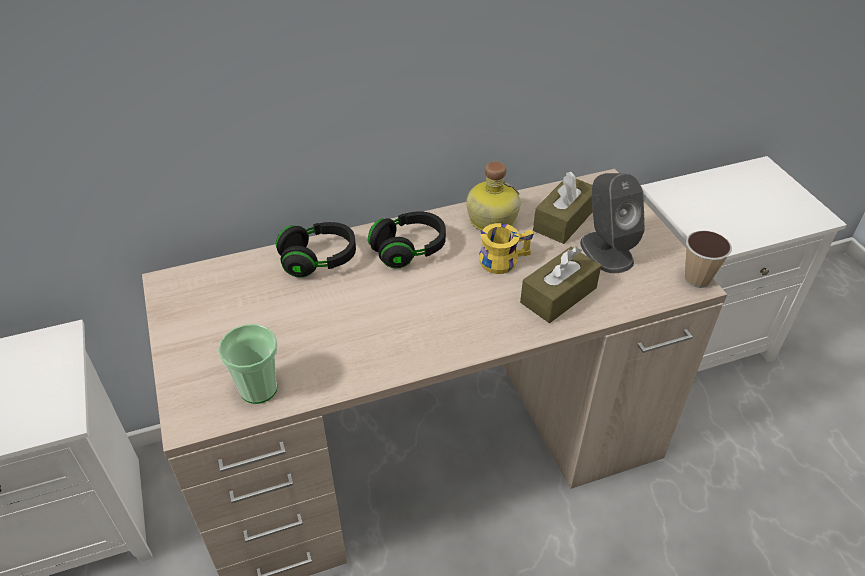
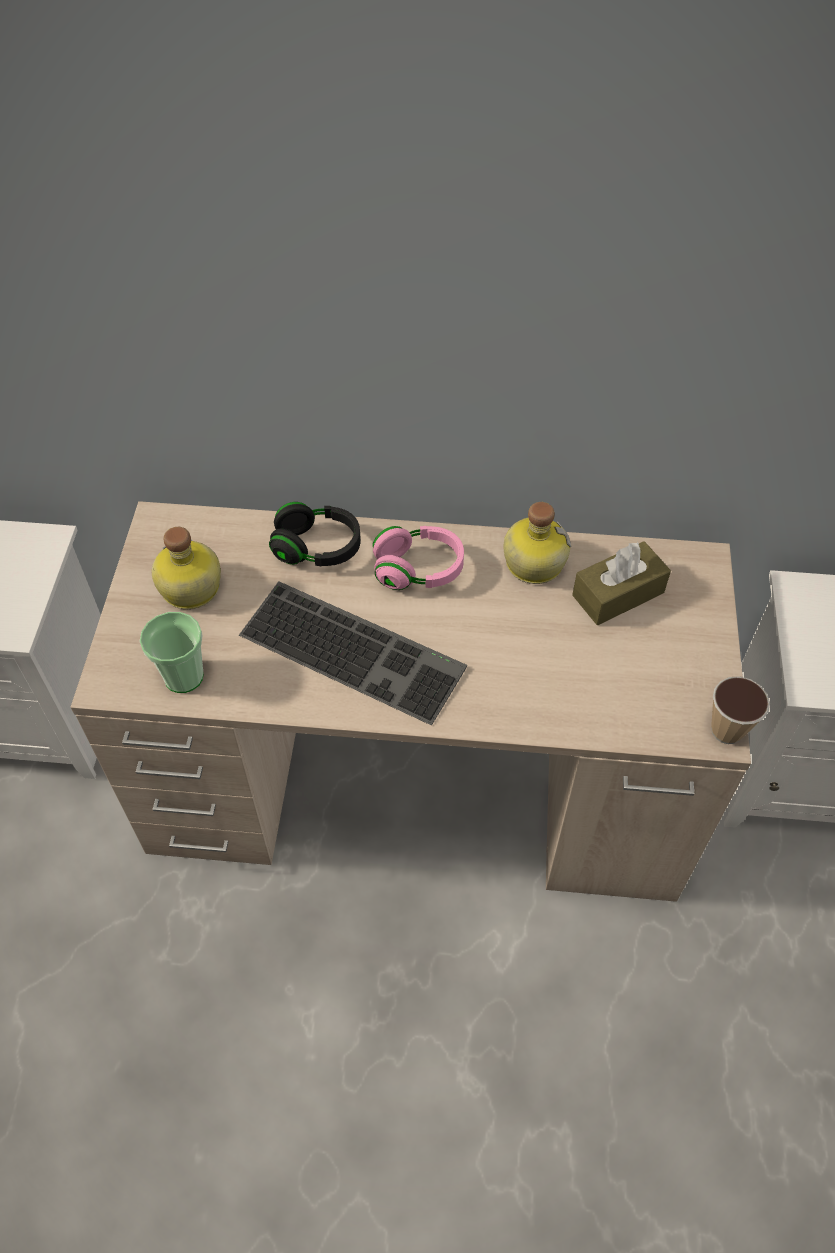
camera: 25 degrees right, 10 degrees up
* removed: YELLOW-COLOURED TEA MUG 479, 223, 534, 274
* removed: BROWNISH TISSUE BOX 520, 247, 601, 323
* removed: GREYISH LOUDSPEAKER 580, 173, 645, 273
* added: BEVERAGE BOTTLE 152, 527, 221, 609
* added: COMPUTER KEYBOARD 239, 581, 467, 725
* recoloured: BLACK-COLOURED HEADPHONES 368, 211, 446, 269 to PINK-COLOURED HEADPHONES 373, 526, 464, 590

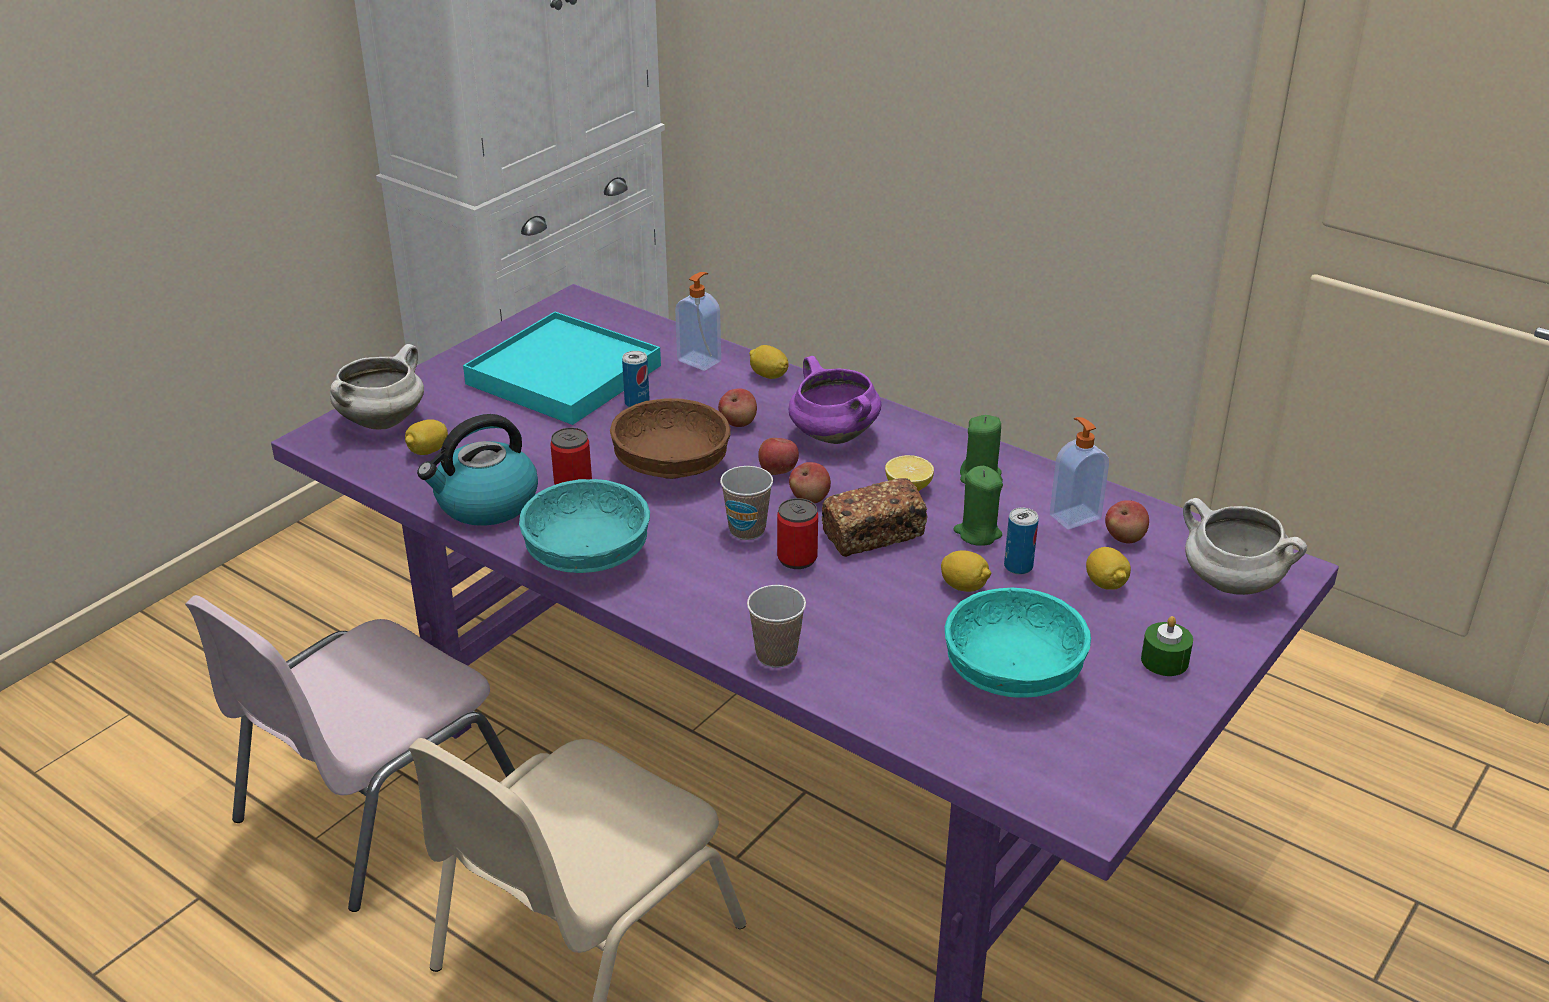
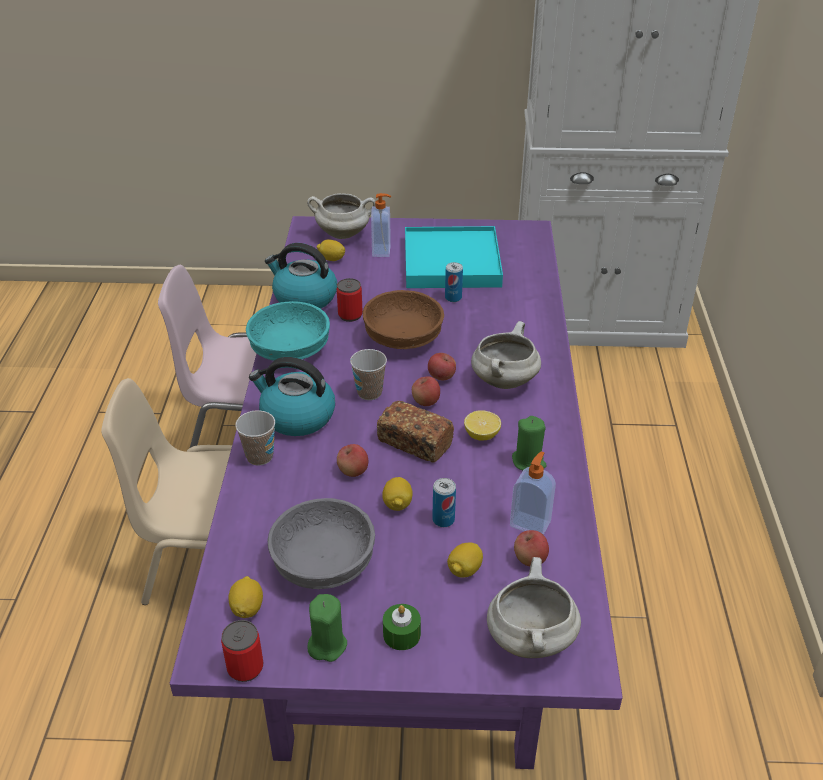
camera: 55 degrees right, 5 degrees up
* added: TEA KETTLE 249, 357, 335, 436
* moved: LIQUID SOAP BOTTLE 675, 272, 721, 371 to 371, 193, 391, 257
* moved: APPLE 718, 388, 757, 427 to 337, 444, 368, 477
* moved: CITRUS FRUIT 749, 345, 789, 379 to 228, 576, 263, 618
* moved: CAN 777, 498, 818, 569 to 221, 620, 263, 682
* moved: GREEN WAX LIGHT 954, 466, 1003, 546 to 307, 594, 347, 662
* recoloured: PURPLE-COLOURED STOCKPOT 789, 356, 881, 444 to WHITE STOCKPOT 471, 321, 541, 389
* recoloured: TURQUOISE-COLOURED BOWL 945, 587, 1091, 697 to GREYISH BOWL 267, 498, 375, 589

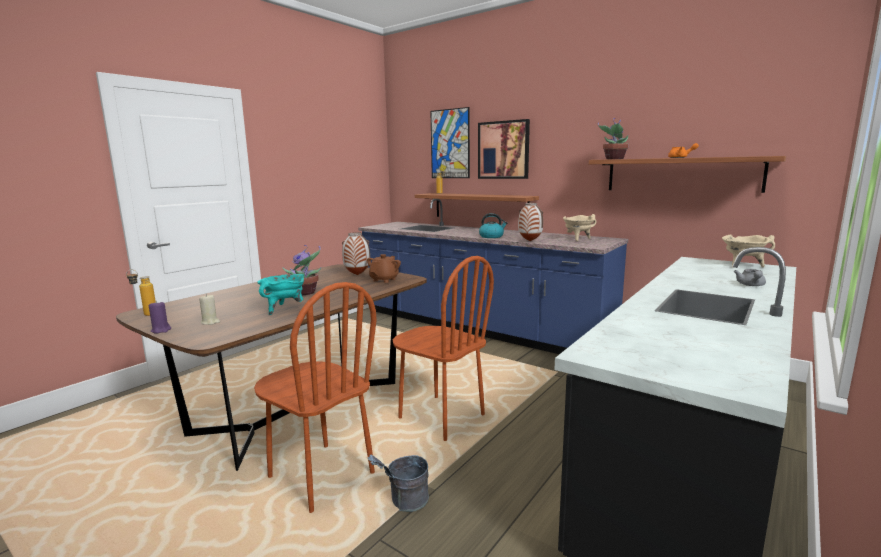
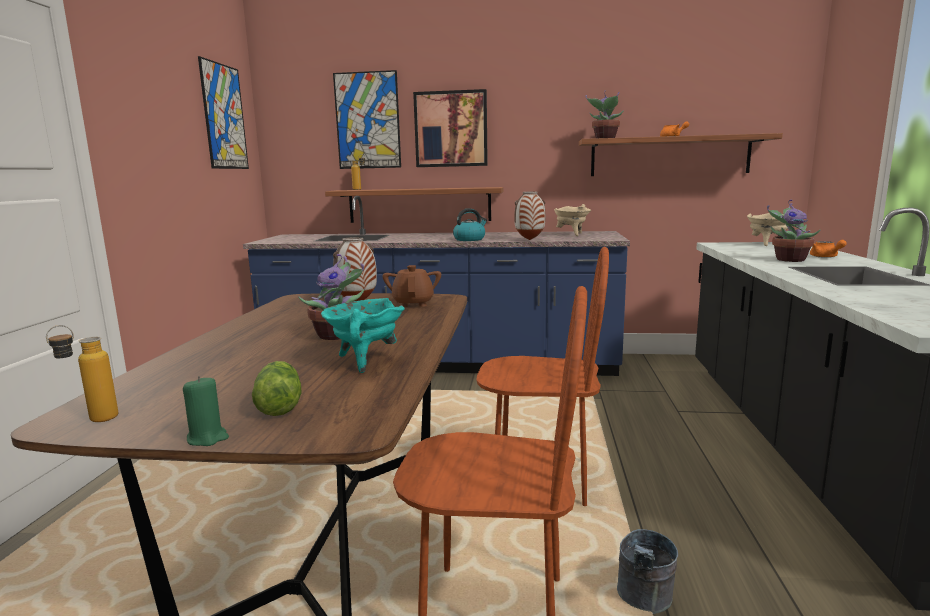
camera: 30 degrees left, 0 degrees up
* added: PICTURE 198, 56, 249, 169
* added: POTTED PLANT 767, 200, 821, 262
* replaced: BEIGE WAX LIGHT 199, 294, 220, 325 to HEAD OF LETTUCE 252, 361, 302, 416
* recoloured: PURPLE-COLOURED WAX LIGHT 149, 301, 171, 334 to GREEN WAX LIGHT 183, 376, 229, 446
* recoloured: GREYISH TEAPOT 734, 269, 766, 286 to ORANGEY TEAPOT 810, 240, 847, 258

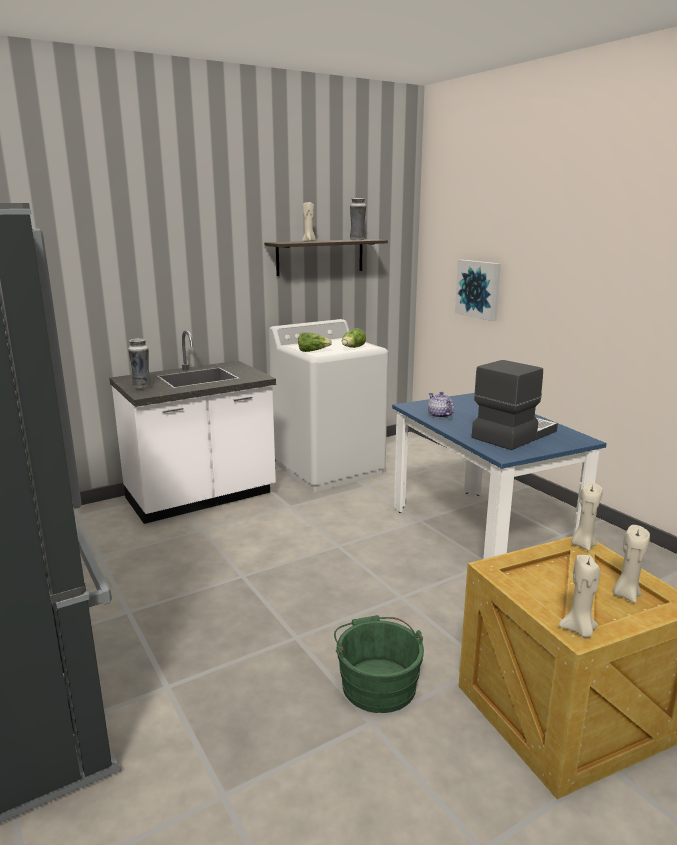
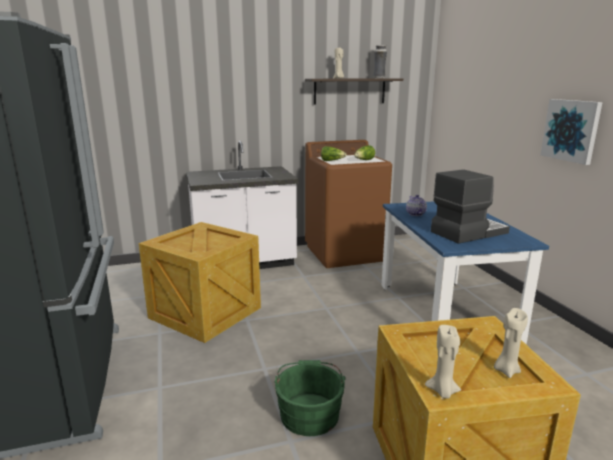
camera: 15 degrees right, 0 degrees up
* removed: DECORATIVE VASE 128, 338, 152, 389
* removed: BEIGE WAX LIGHT 571, 482, 603, 551
* added: SHIPPING CRATE 139, 222, 261, 343
* moved: PICTURE 455, 260, 501, 321 to 540, 99, 603, 165
* recoloured: WHITE LAUNDRY MACHINE 269, 319, 389, 492 to BROWNISH LAUNDRY MACHINE 305, 140, 392, 268

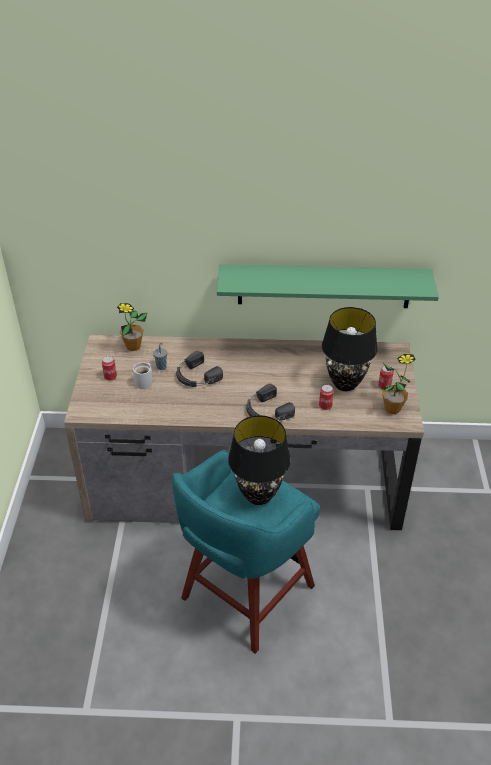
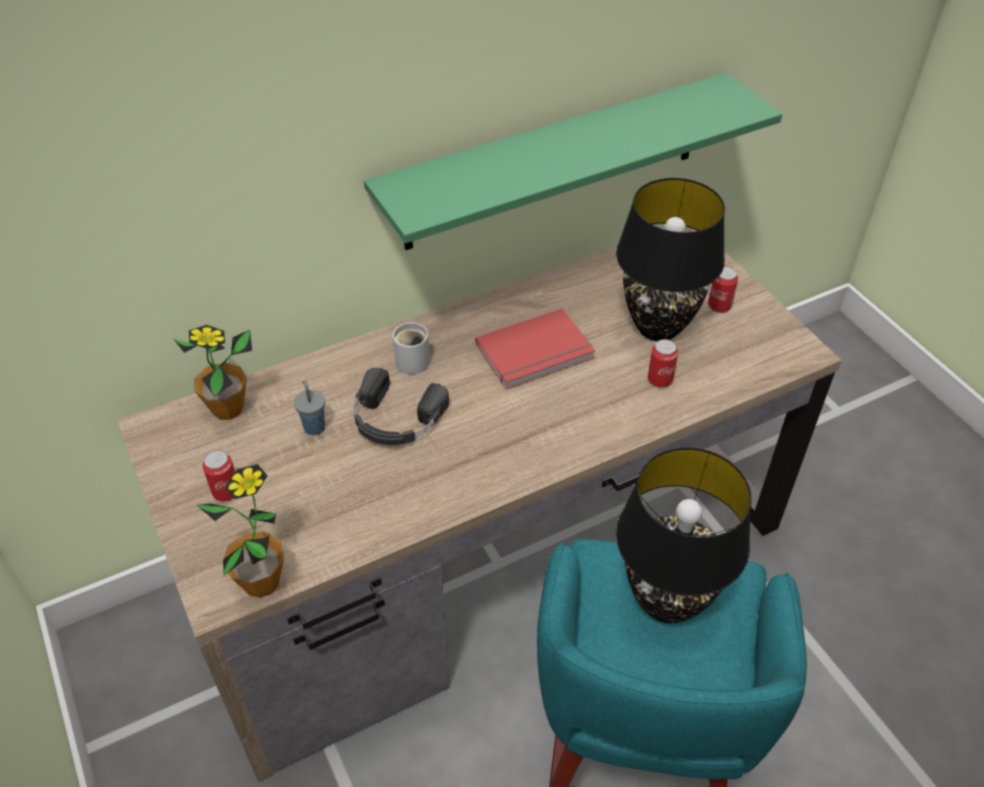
camera: 30 degrees left, 5 degrees up
* removed: BLACK-COLOURED HEADPHONES 246, 384, 295, 421
* added: RED-COLOURED VOLUME 475, 308, 595, 389
* moved: WHITE TEA MUG 133, 362, 153, 389 to 393, 322, 430, 374
* moved: POTTED PLANT 382, 354, 416, 414 to 197, 464, 284, 598

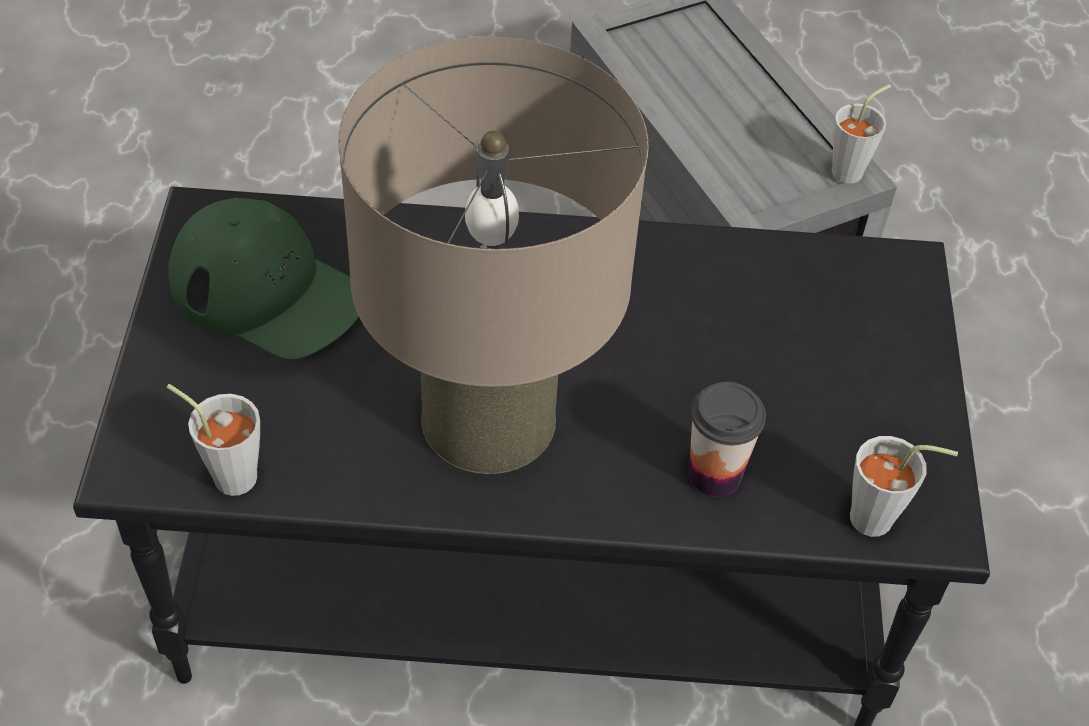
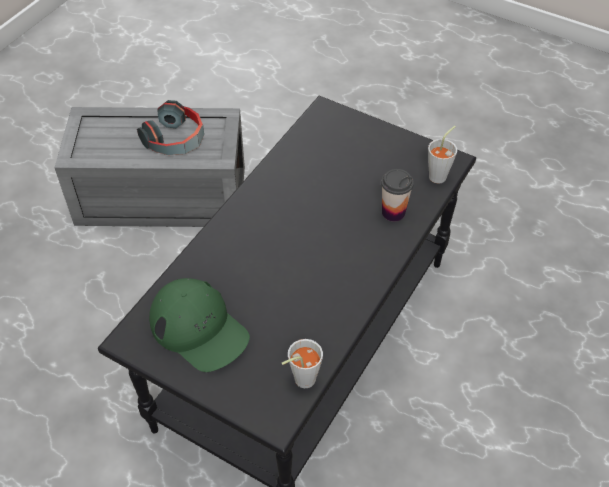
camera: 60 degrees left, 0 degrees up
* removed: BEIGE LAMP FOR A TABLE 338, 37, 649, 474
* removed: GREYISH DRINKING CUP 832, 84, 891, 184
* added: HEADPHONES 137, 100, 204, 155
* turned: GREEN PEAKED CAP 168, 198, 359, 359 = 149, 278, 250, 372 75 degrees clockwise

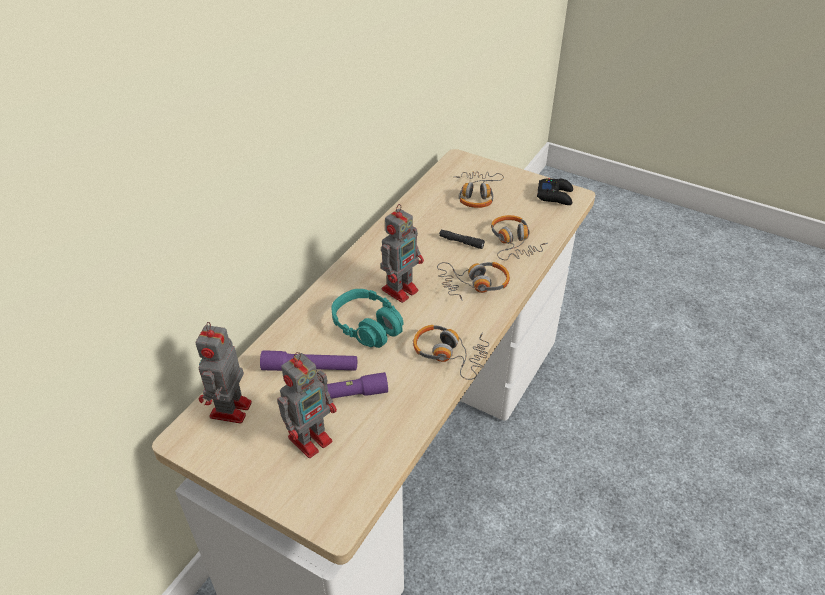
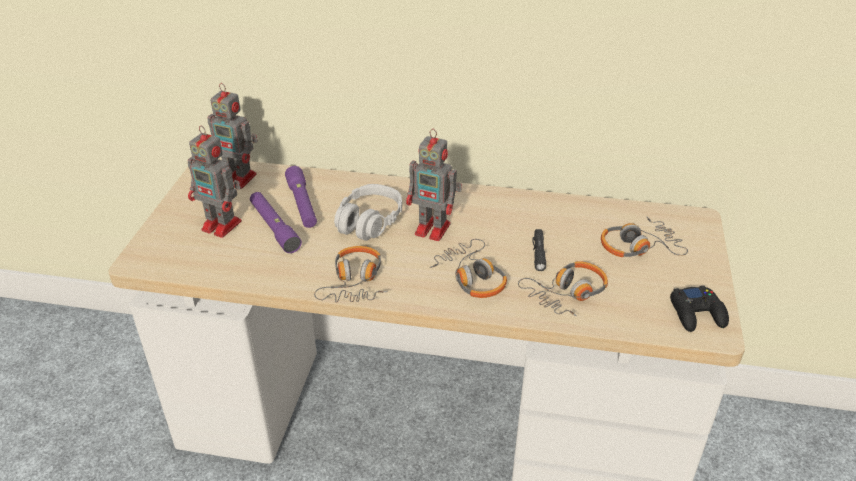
camera: 70 degrees right, 5 degrees down
* recoloured: TURQUOISE-COLOURED HEADPHONES 331, 289, 404, 348 to GREYISH HEADPHONES 334, 184, 402, 241
* turned: TOY ROBOT 196, 322, 252, 424 = 208, 83, 258, 189 150 degrees counterclockwise

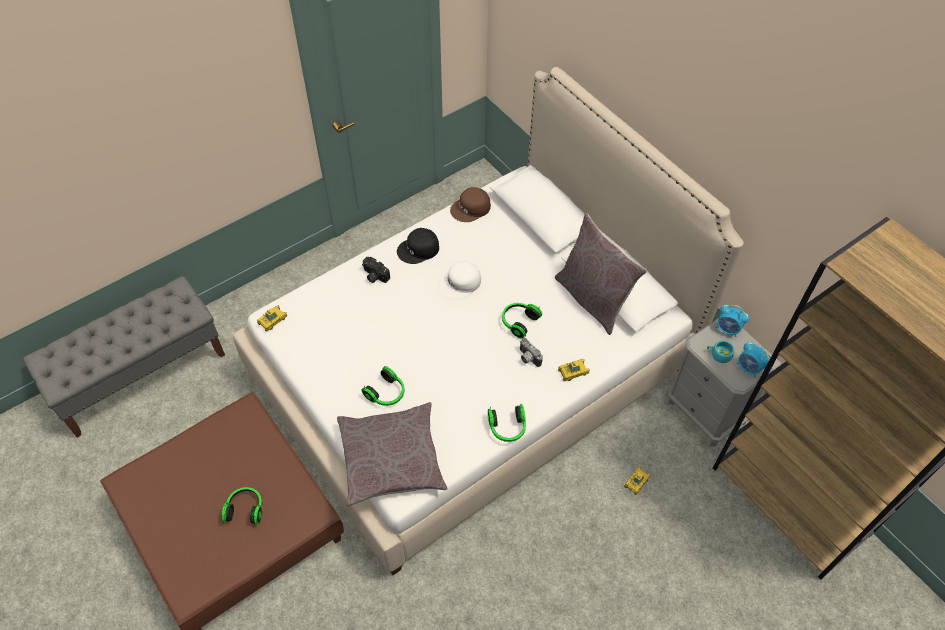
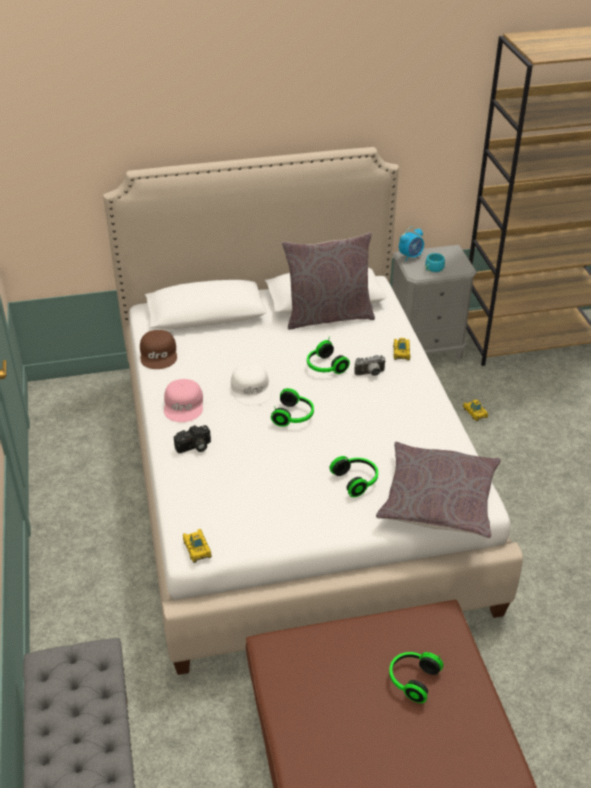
camera: 65 degrees left, 15 degrees down
* removed: BEDSIDE CLOCK 737, 342, 771, 378
* moved: HEADPHONES 488, 404, 526, 442 to 271, 388, 314, 427
* recoloured: BLACK-COLOURED PEAKED CAP 397, 228, 439, 264 to PINK-COLOURED PEAKED CAP 164, 379, 203, 422

